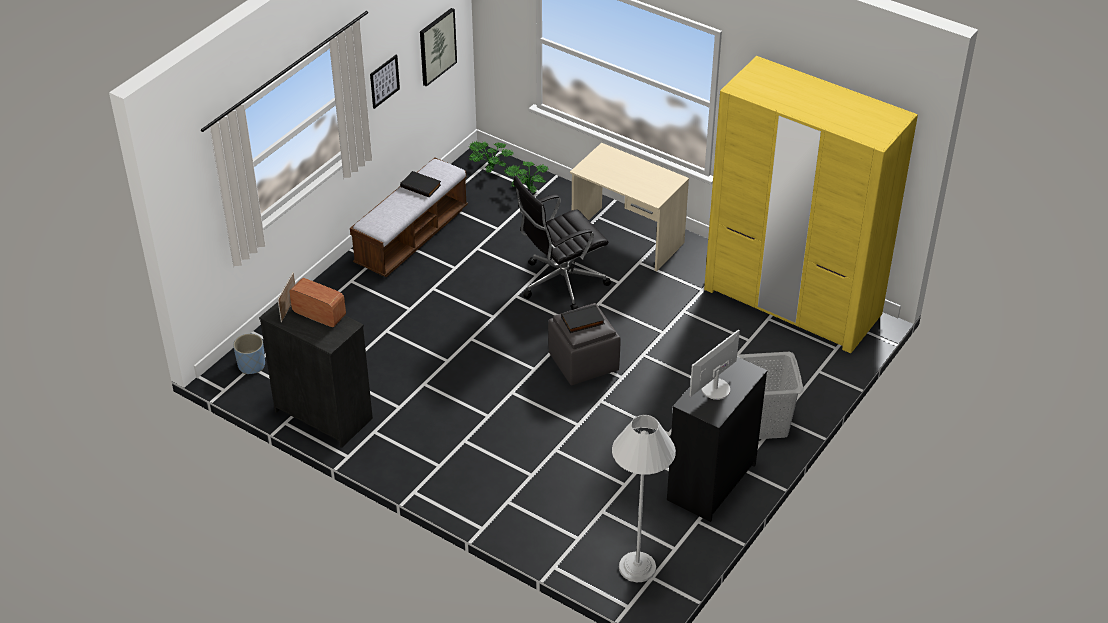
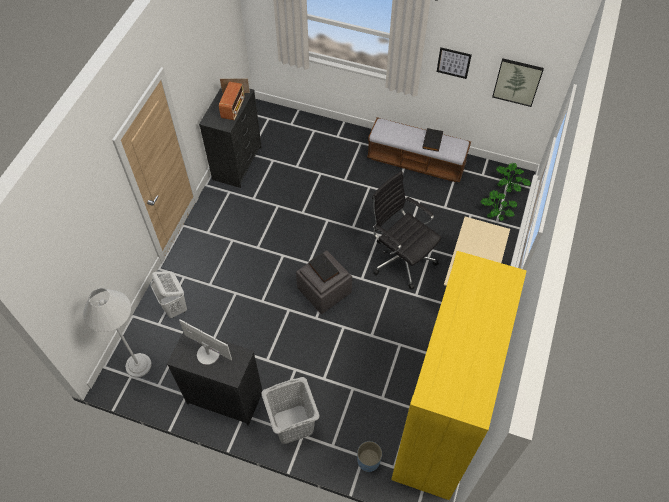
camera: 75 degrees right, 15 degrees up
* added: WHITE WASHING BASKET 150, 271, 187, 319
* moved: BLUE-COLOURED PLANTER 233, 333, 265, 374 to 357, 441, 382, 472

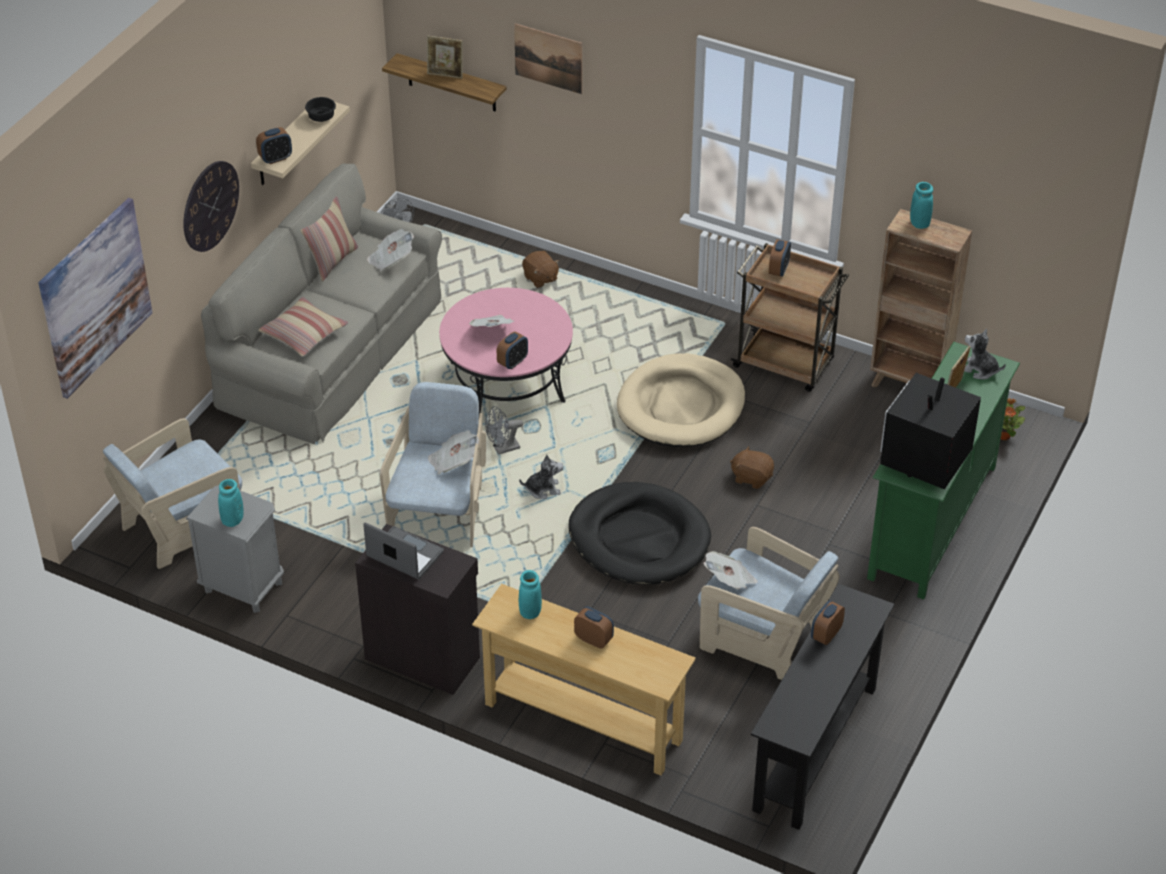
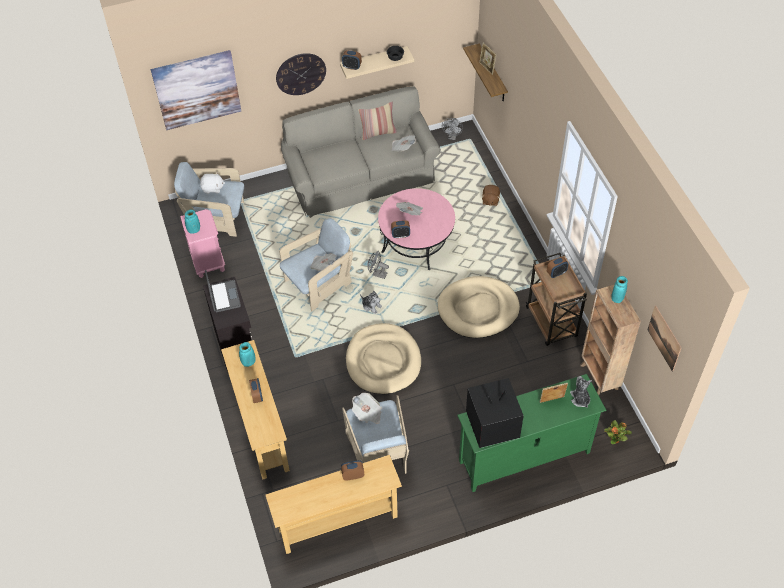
camera: 45 degrees right, 10 degrees up
* removed: CUSHION 258, 297, 348, 357
* removed: BROWNISH CUDDLY TOY 730, 446, 774, 489
* added: WHITE CUDDLY TOY 200, 172, 225, 194
* moved: PICTURE 514, 24, 582, 94 to 648, 305, 682, 372
* recoloured: GREYISH NIGHTSTAND 186, 485, 284, 613 to PINK-COLOURED NIGHTSTAND 180, 209, 225, 278
* recoloured: BLACK-COLOURED PET BED 568, 482, 711, 585 to BEIGE PET BED 346, 323, 421, 394
* recoloured: BLACK-COLOURED HALL TABLE 751, 583, 894, 830 to BEIGE HALL TABLE 265, 455, 402, 554

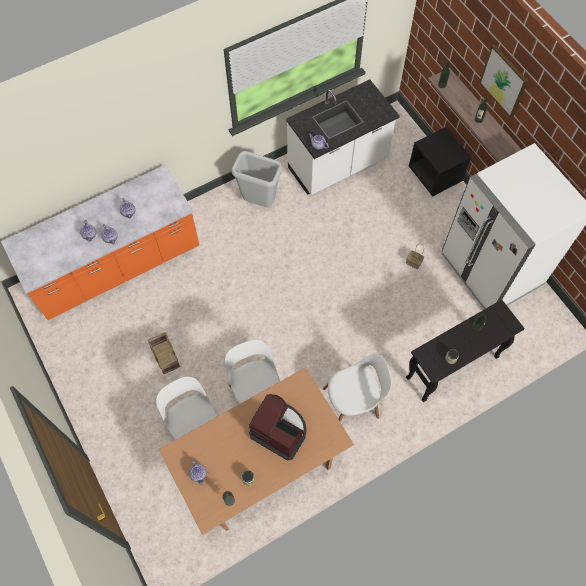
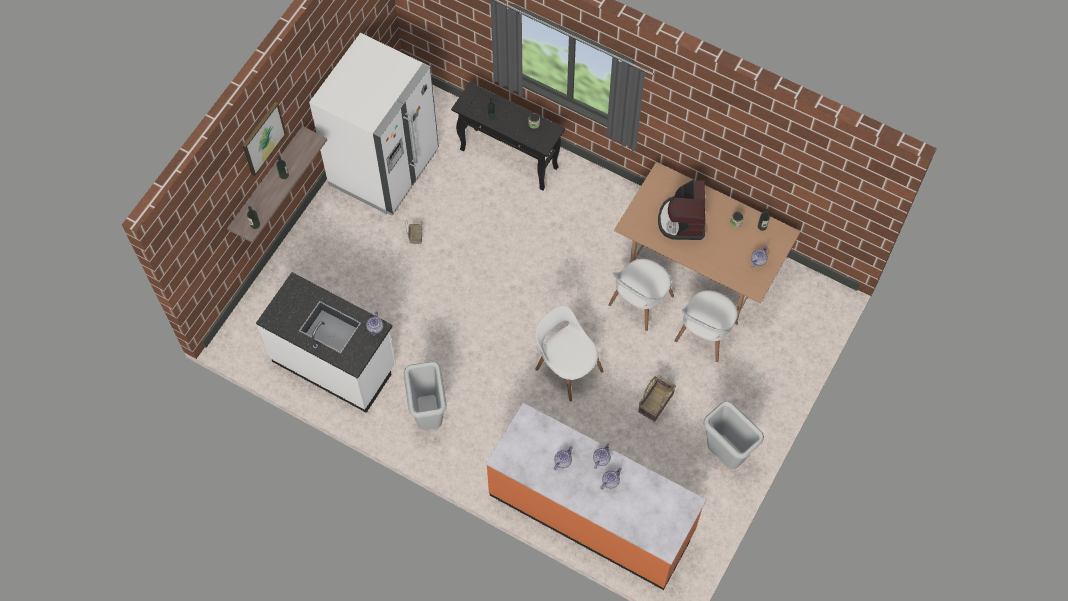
camera: 120 degrees left, 0 degrees up
* removed: BLACK-COLOURED NIGHTSTAND 409, 127, 471, 196
* added: GREYISH TRASH CAN 703, 401, 764, 470
* moved: WHITE PLAIN CHAIR 323, 353, 392, 422 to 535, 305, 603, 401

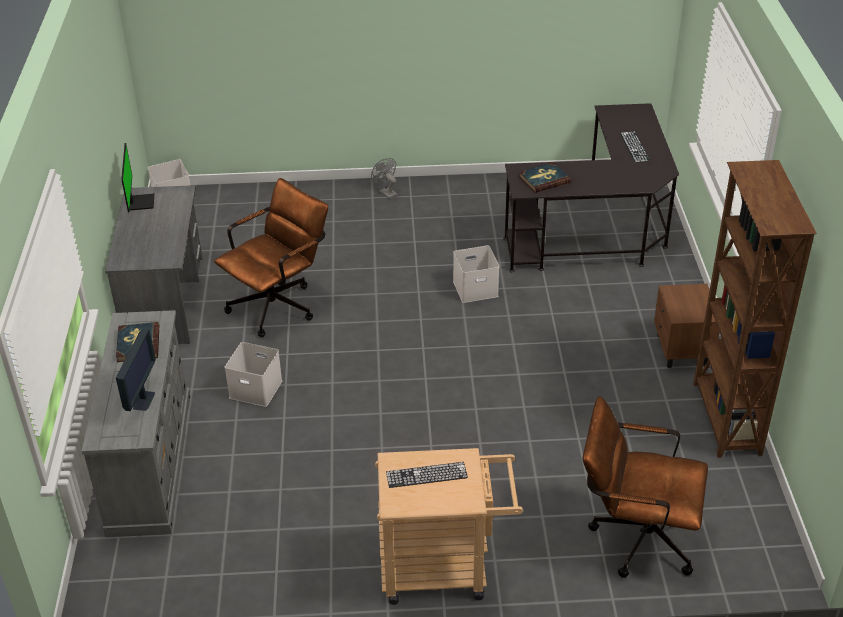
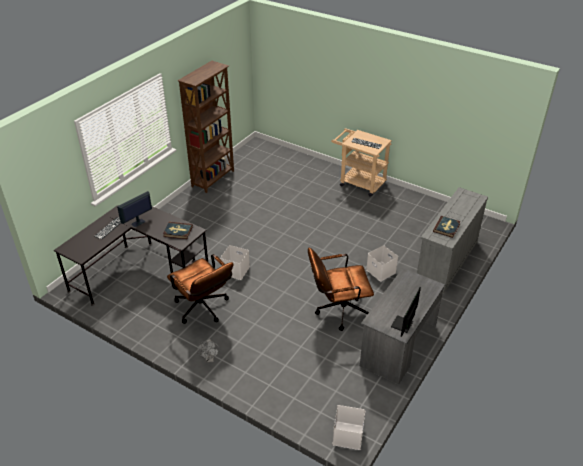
camera: 145 degrees left, 0 degrees up
* removed: BROWNISH NIGHTSTAND 654, 284, 719, 368
* moved: COMPUTER SCREEN 116, 328, 156, 411 to 117, 191, 152, 227
* moved: BROWNISH OFFICE CHAIR 582, 396, 708, 578 to 167, 254, 234, 324

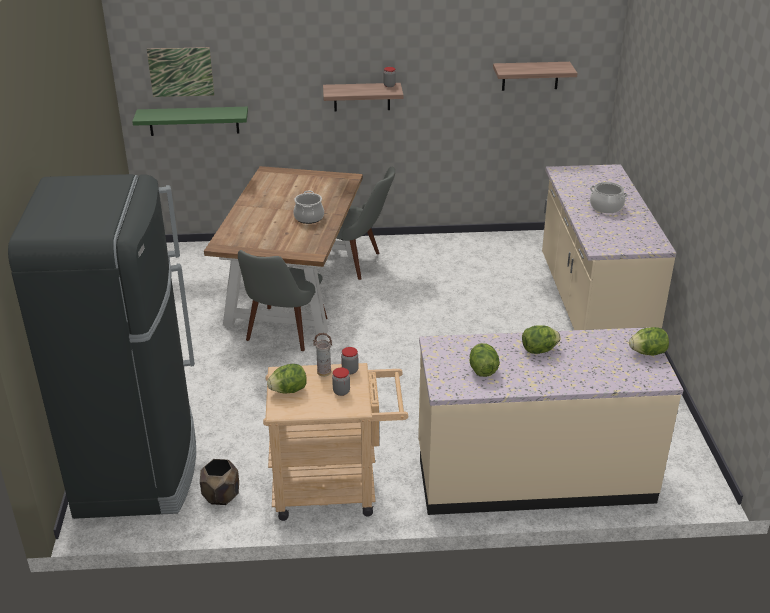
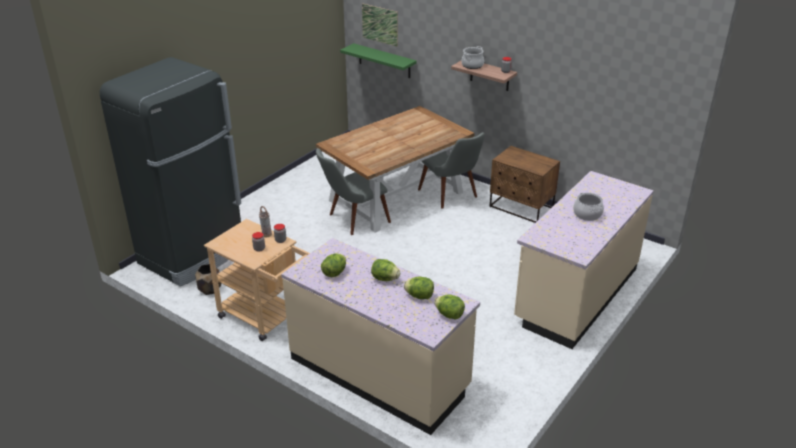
camera: 40 degrees right, 0 degrees up
* removed: BRACKET SHELF 493, 62, 577, 91
* added: BROWNISH NIGHTSTAND 490, 146, 560, 223
* moved: HEAD OF LETTUCE 267, 364, 307, 393 to 404, 277, 434, 299
* moved: STOCKPOT 293, 191, 324, 224 to 461, 46, 484, 69

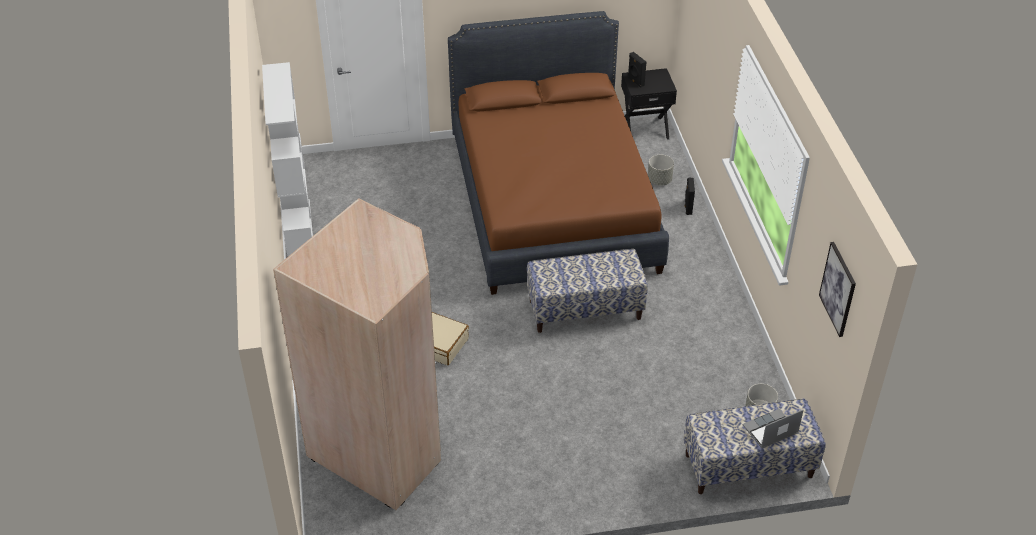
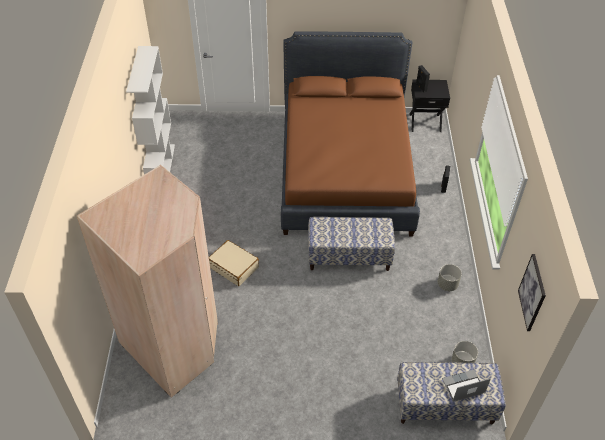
camera: 10 degrees right, 5 degrees up
* moved: GREYISH PLANTER 648, 154, 674, 186 to 438, 264, 462, 291

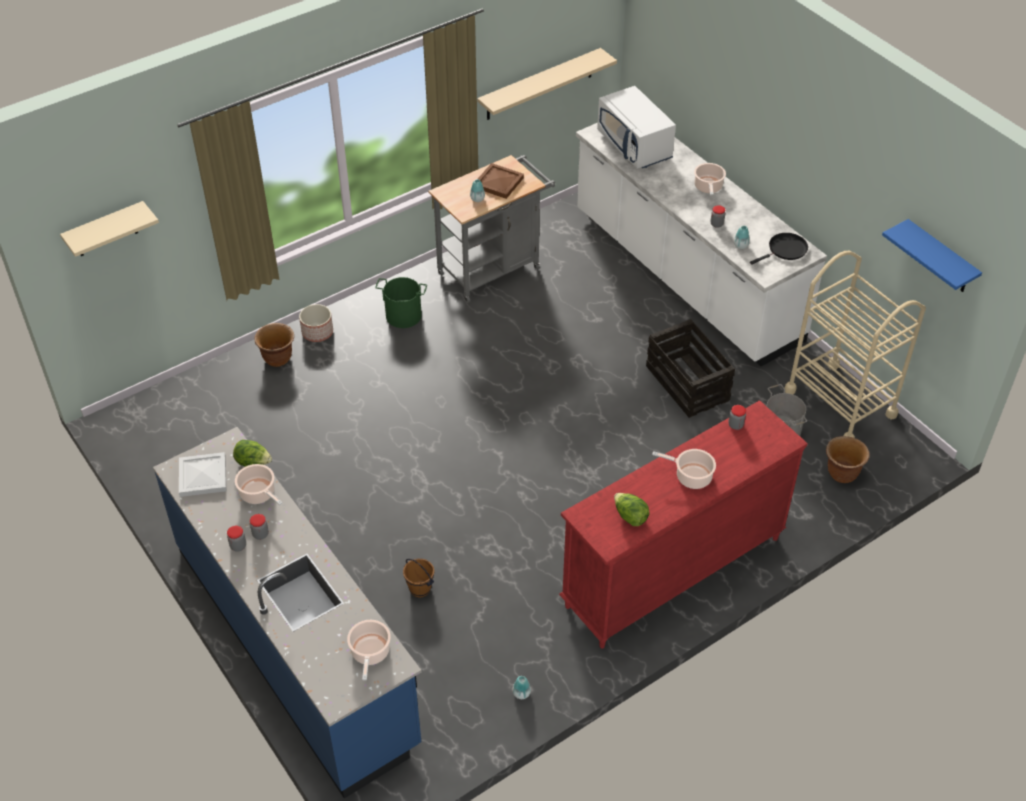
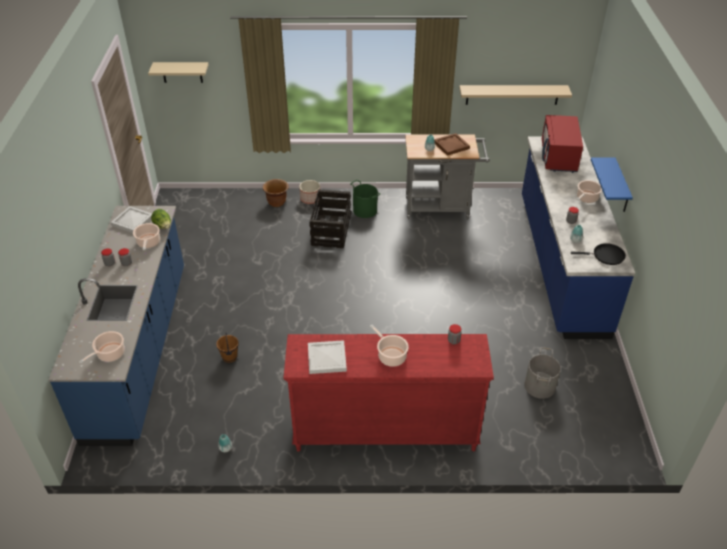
camera: 35 degrees right, 5 degrees down
* removed: BEIGE WHEELED CART 785, 251, 926, 438
* removed: BROWNISH PLANTER 826, 436, 870, 483
* moved: SHIPPING CRATE 646, 319, 735, 418 to 309, 189, 351, 248
* moved: BLUE-COLOURED BRACKET SHELF 882, 219, 982, 292 to 591, 158, 633, 212
* replaced: HEAD OF LETTUCE 614, 493, 650, 526 to WHITE TRAY 308, 340, 347, 374
* recoloured: WHITE COUNTER 576, 123, 827, 366 to BLUE-COLOURED COUNTER 522, 136, 635, 339
* recoloured: WHITE MICROWAVE OVEN 597, 86, 676, 169 to RED-COLOURED MICROWAVE OVEN 542, 115, 583, 173

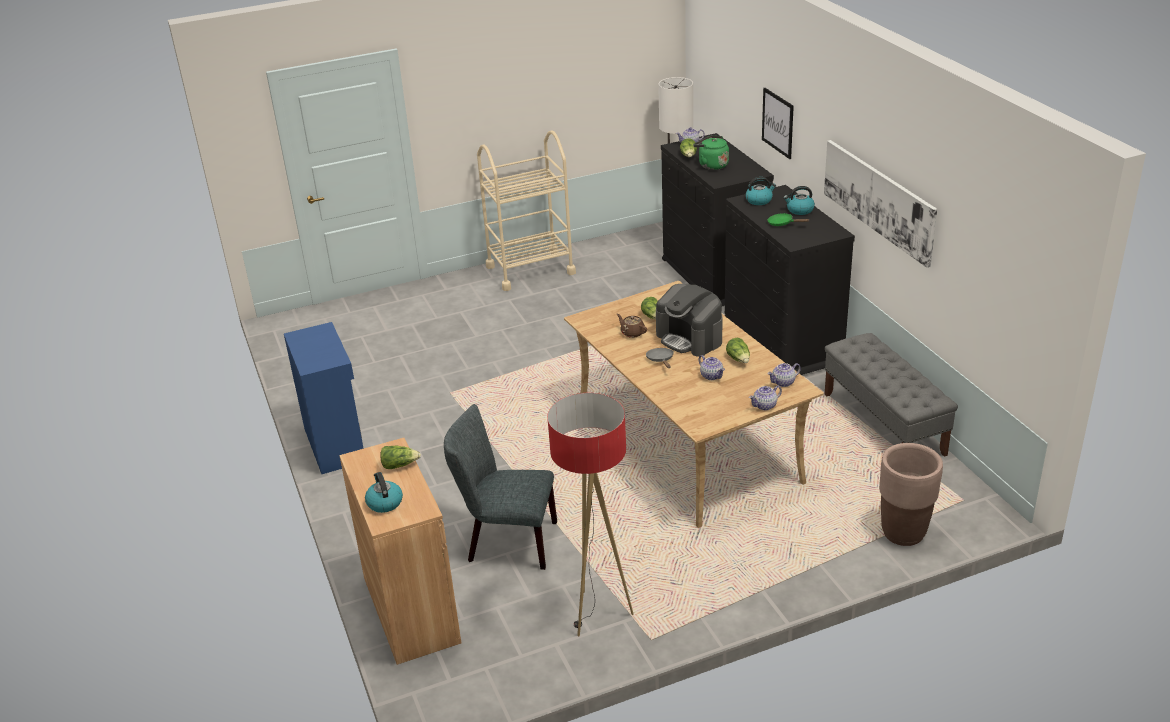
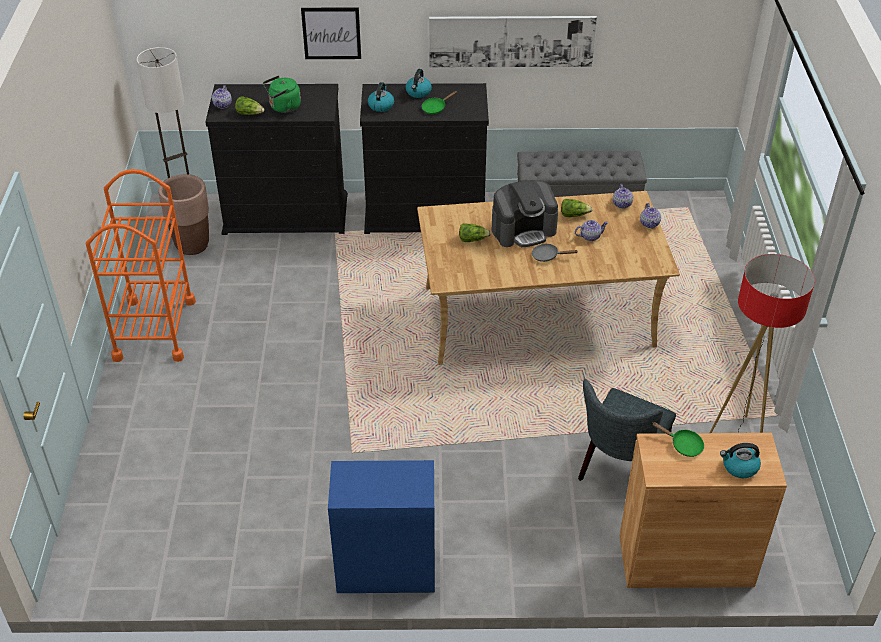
camera: 70 degrees left, 10 degrees up
* removed: BROWNISH TEAPOT 617, 314, 647, 338
* moved: BROWNISH PLANTER 879, 443, 943, 546 to 159, 174, 209, 255
* replaced: HEAD OF LETTUCE 380, 446, 421, 469 to GREEN FRYING PAN 652, 422, 704, 457
* recoloured: BEIGE WHEELED CART 477, 130, 576, 291 to ORANGEY WHEELED CART 86, 169, 196, 362

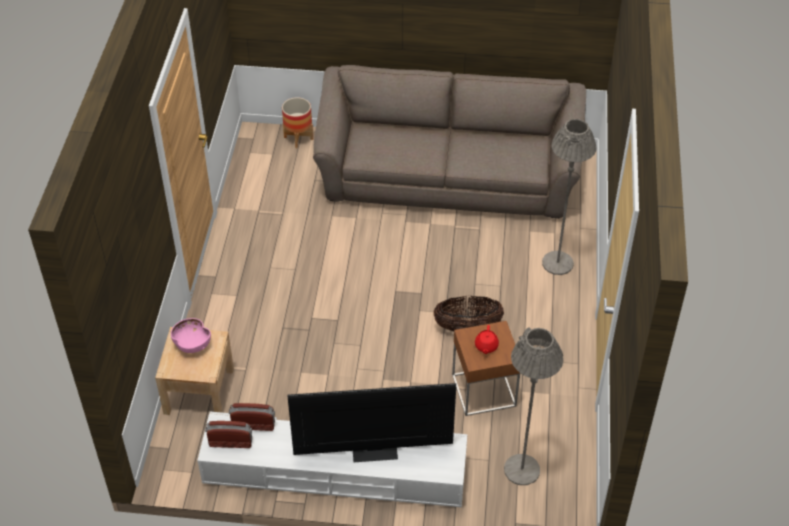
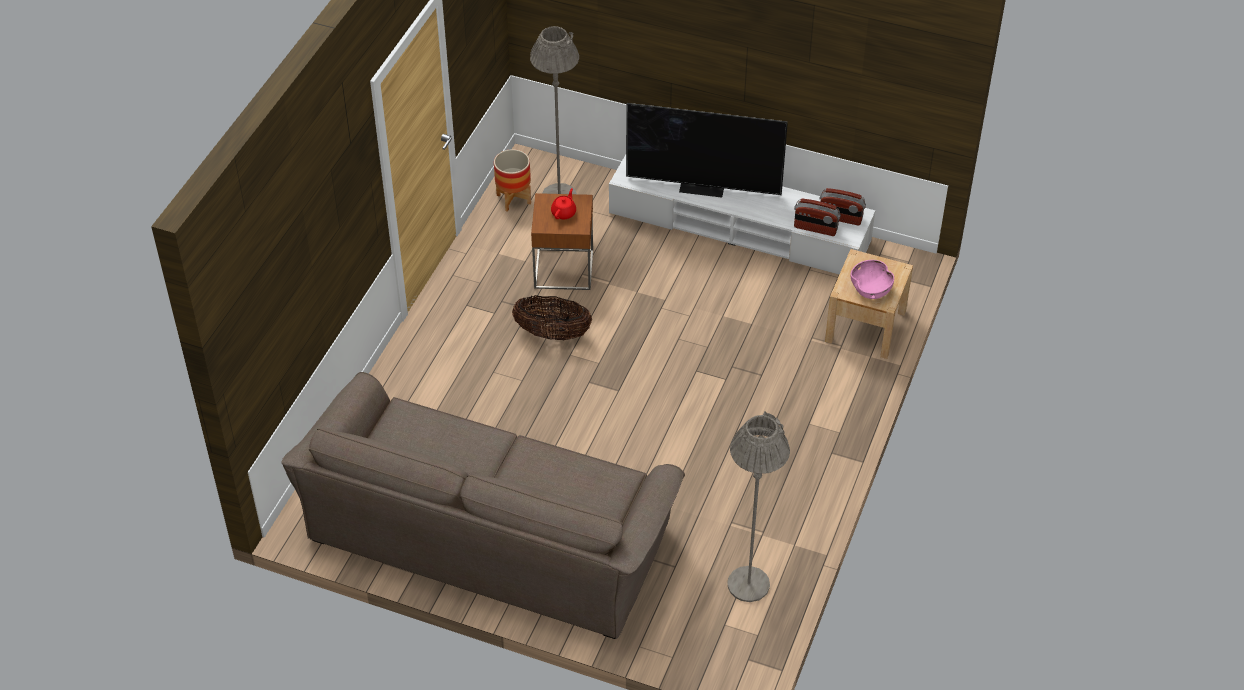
camera: 165 degrees left, 0 degrees up
* moved: PLANTER 282, 97, 313, 148 to 494, 149, 531, 212
* moved: GREYISH STANDARD LAMP 542, 119, 597, 275 to 727, 412, 790, 602

